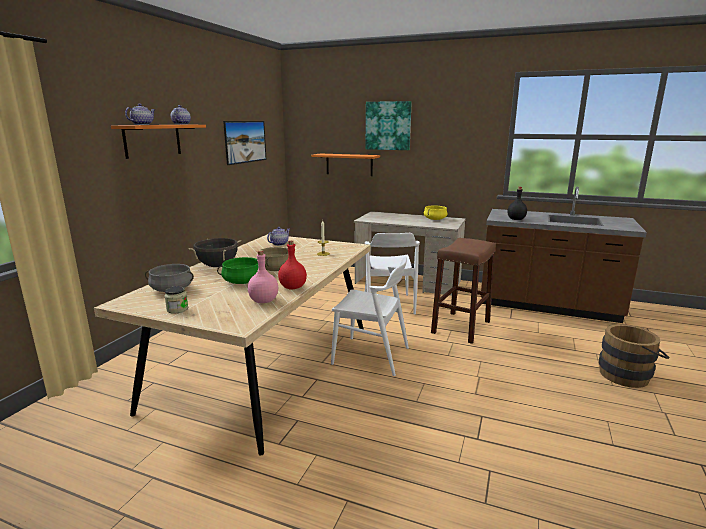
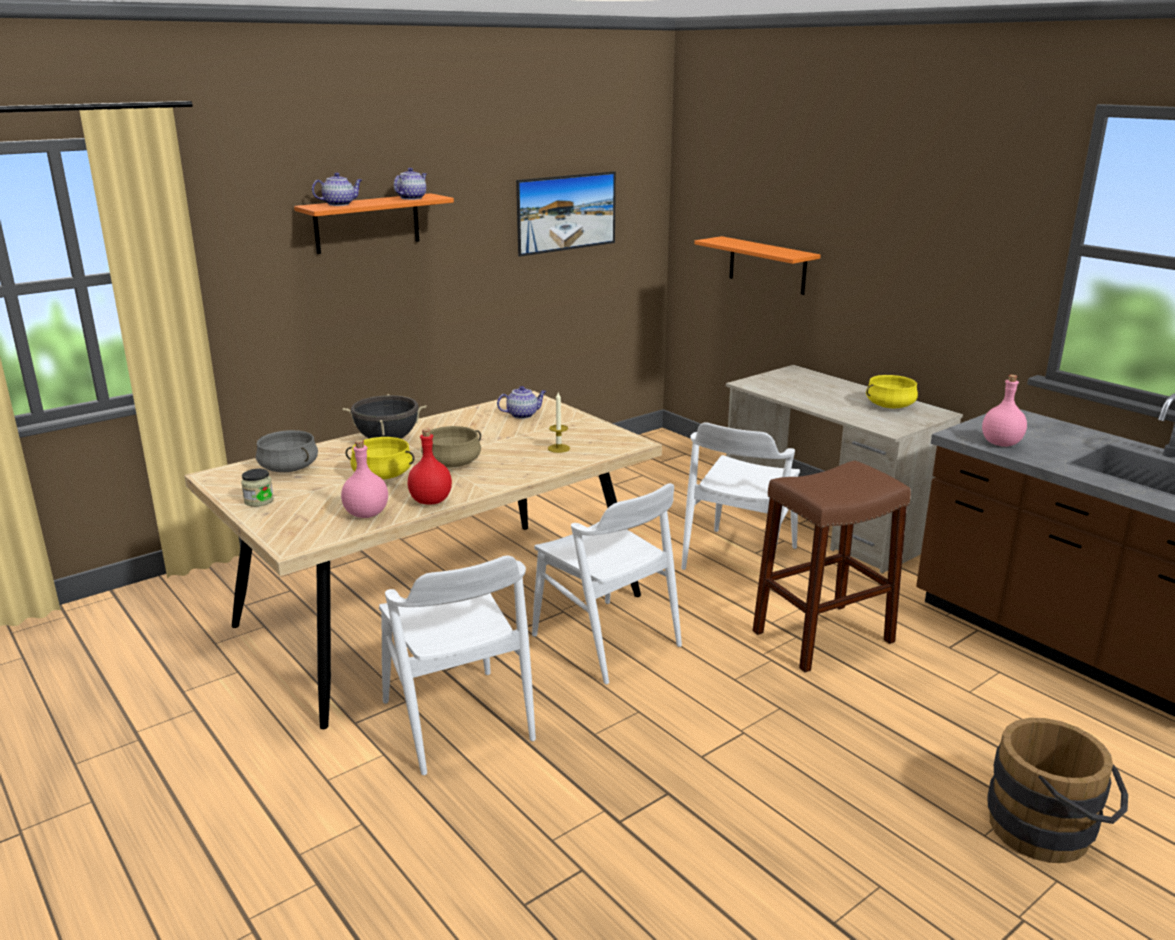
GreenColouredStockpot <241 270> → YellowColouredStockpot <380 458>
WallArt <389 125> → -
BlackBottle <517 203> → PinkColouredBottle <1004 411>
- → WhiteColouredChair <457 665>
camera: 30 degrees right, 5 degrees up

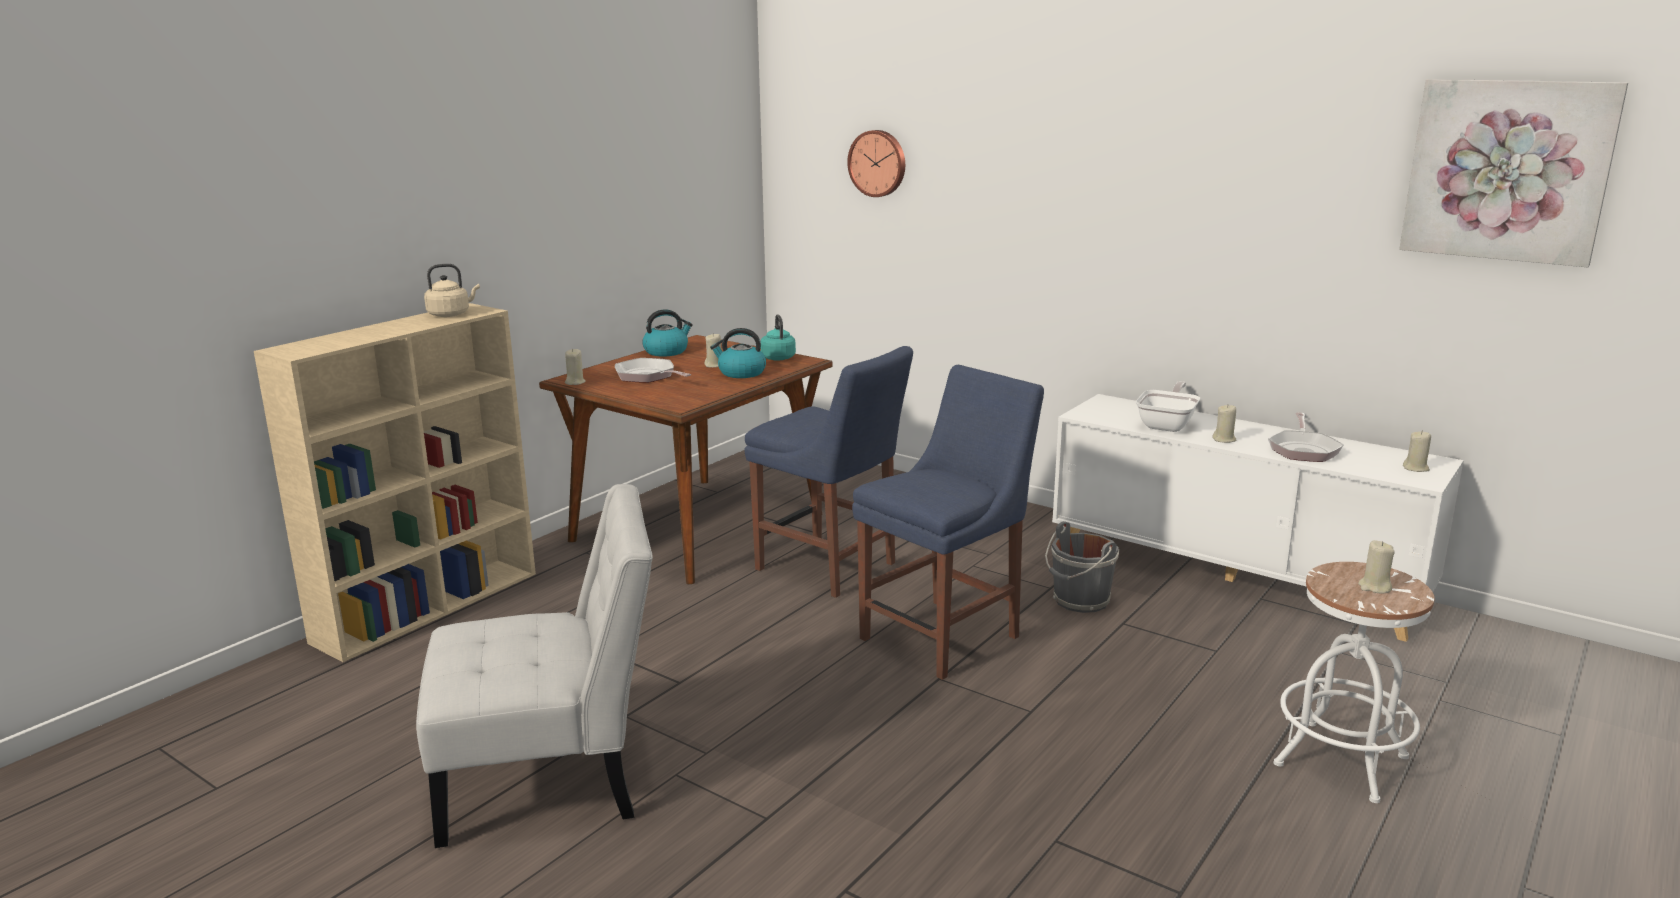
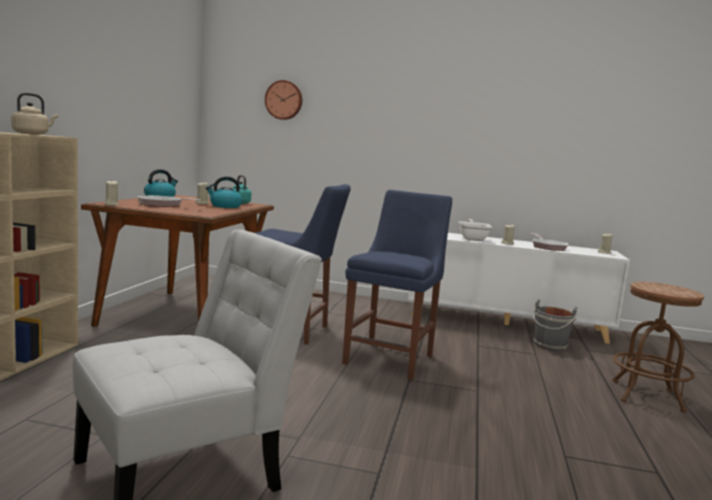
GreyPail <1082 567> → GreyPail <555 325>, move
WhiteColouredSittingStool <1354 682> → BrownishSittingStool <658 347>
BeigeWaxLight <1376 566> → -
WallArt <1513 173> → -
camera: 25 degrees left, 10 degrees down

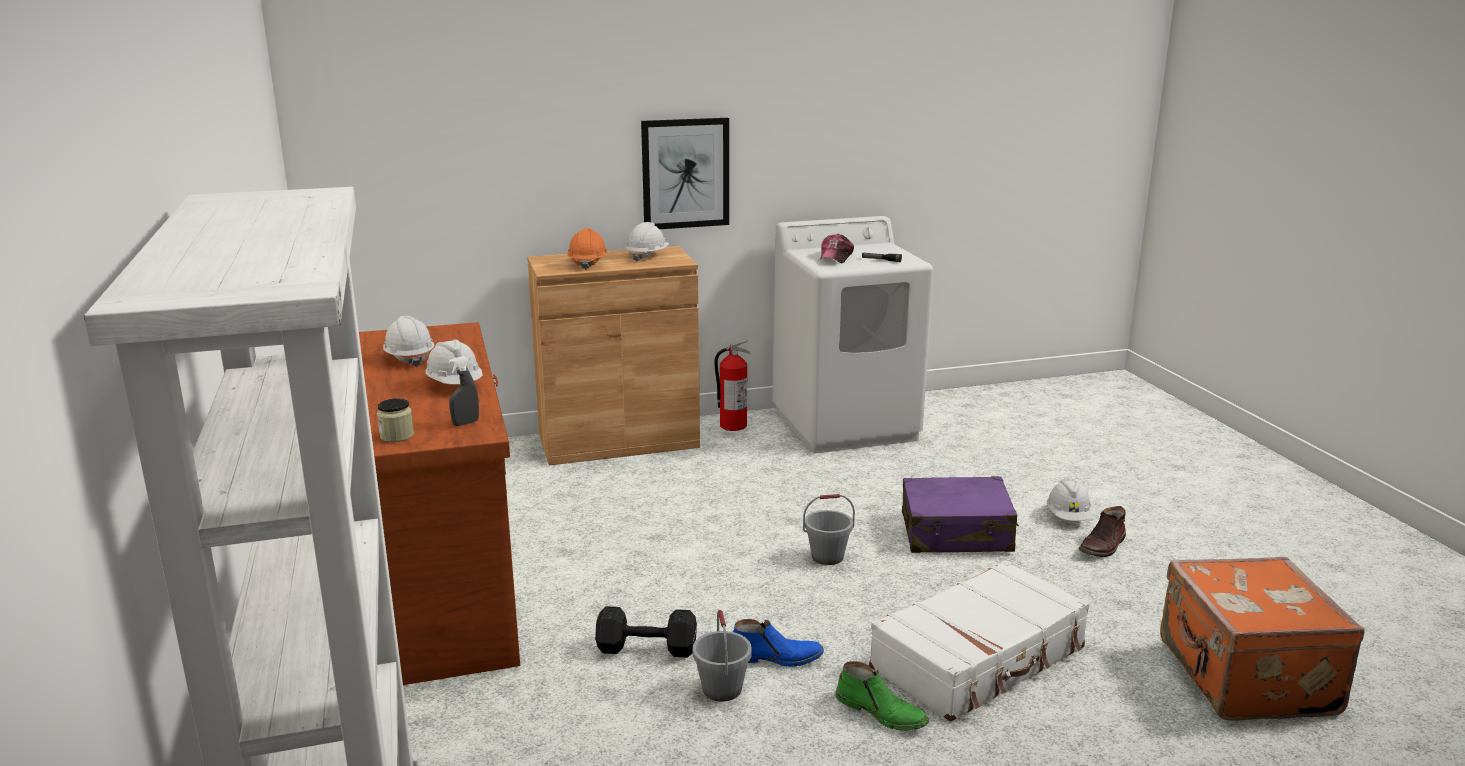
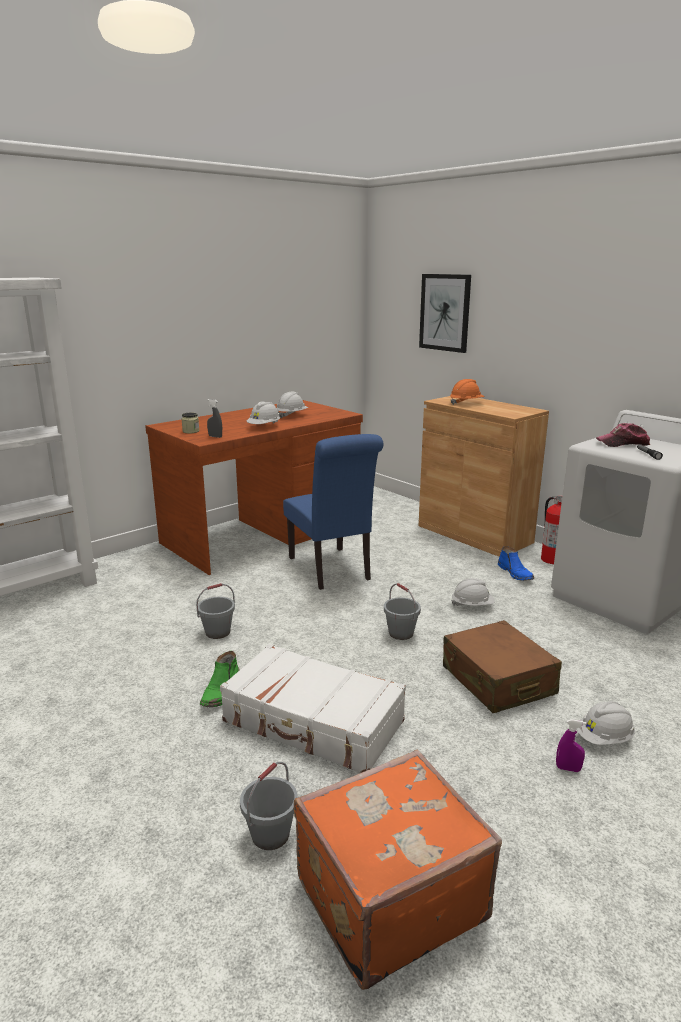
BlackDumbbell <646 632> → -
WhiteColouredHardHat <647 242> → WhiteColouredHardHat <473 592>, move
WallArt <685 173> → WallArt <445 313>, move
BluishHighTopBoot <778 643> → BluishHighTopBoot <516 563>, move
PurpleColouredSuitcase <960 514> → BrownishSuitcase <502 666>
BrownishHighTopBoot <1102 531> → PurpleColouredSprayBottle <571 745>
- → GreyPail <269 806>
- → BluishChair <333 512>
camera: 65 degrees right, 0 degrees up

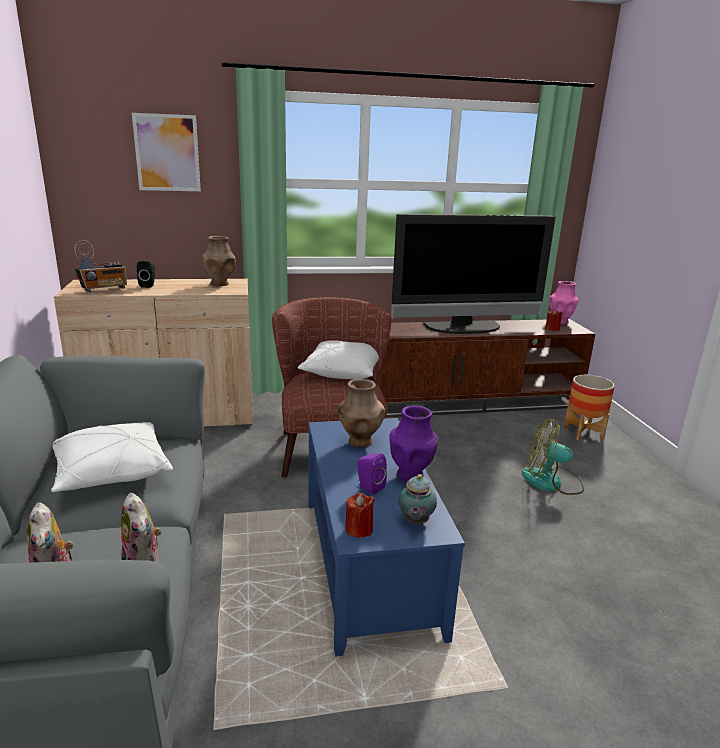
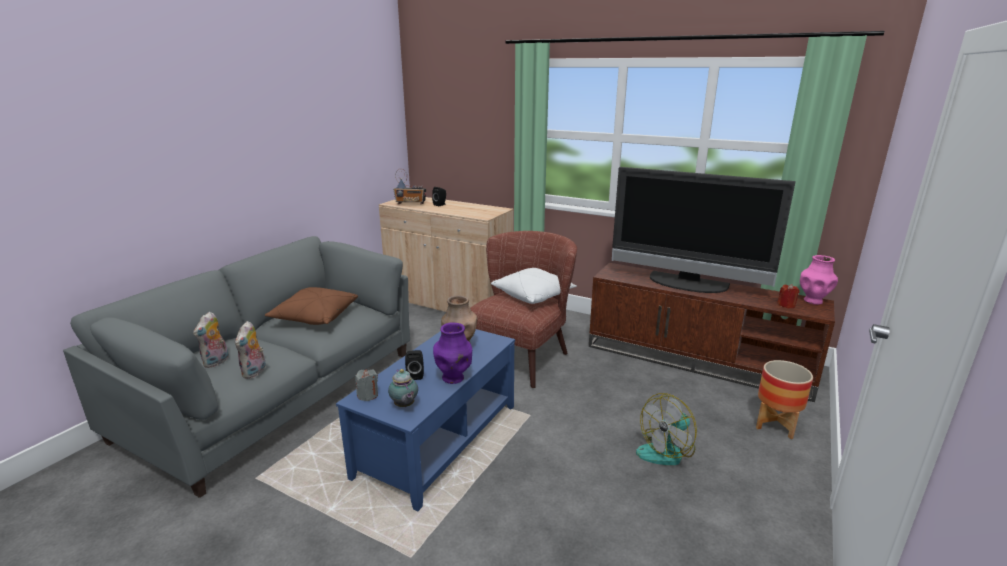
WhiteColouredThrowPillow <112 457> → BrownishThrowPillow <311 306>
WallArt <166 152> → -
BrownishVase <219 261> → -
RedWaxLight <359 515> → GreyWaxLight <366 385>
PurpleColouredSpeaker <372 474> → BlackSpeaker <414 365>
Teapot <418 499> → Teapot <403 388>, 75 degrees counterclockwise
Fan <553 457> → Fan <666 429>, 90 degrees counterclockwise
camera: 40 degrees right, 0 degrees up

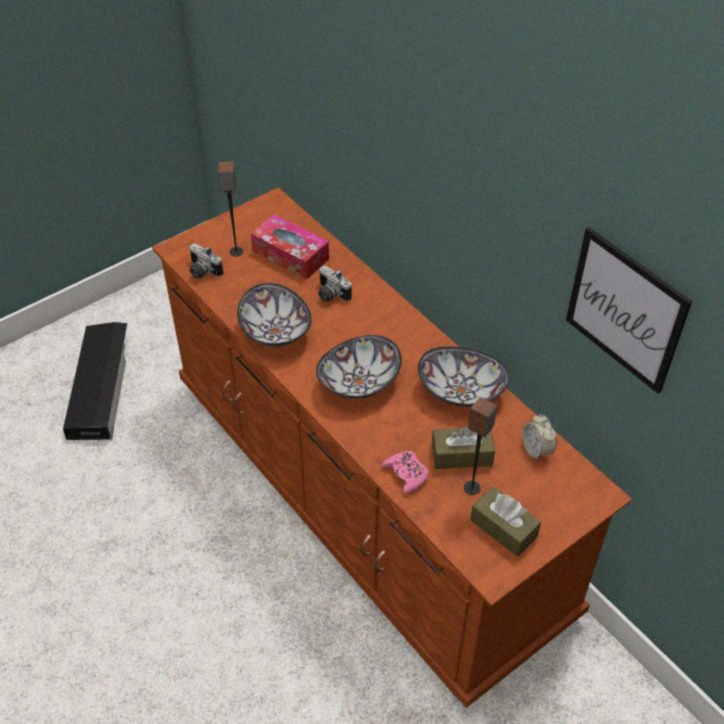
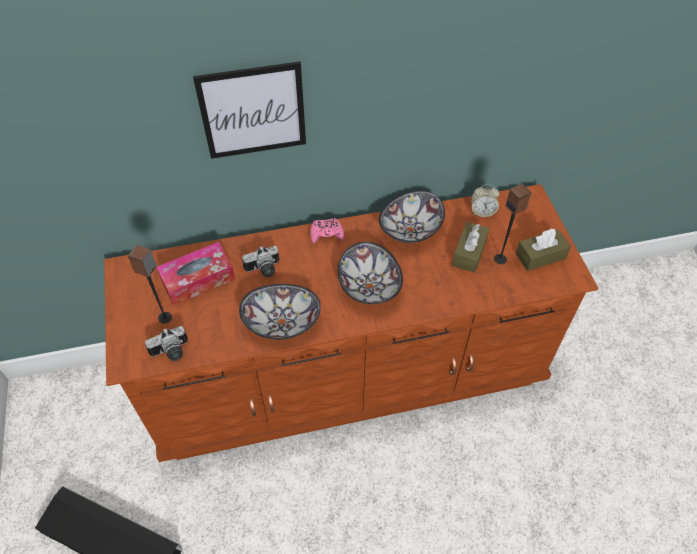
PinkColouredGameController <405 472> → PinkColouredGameController <327 230>, move
WallArt <629 310> → WallArt <249 110>, move
camera: 65 degrees left, 5 degrees up

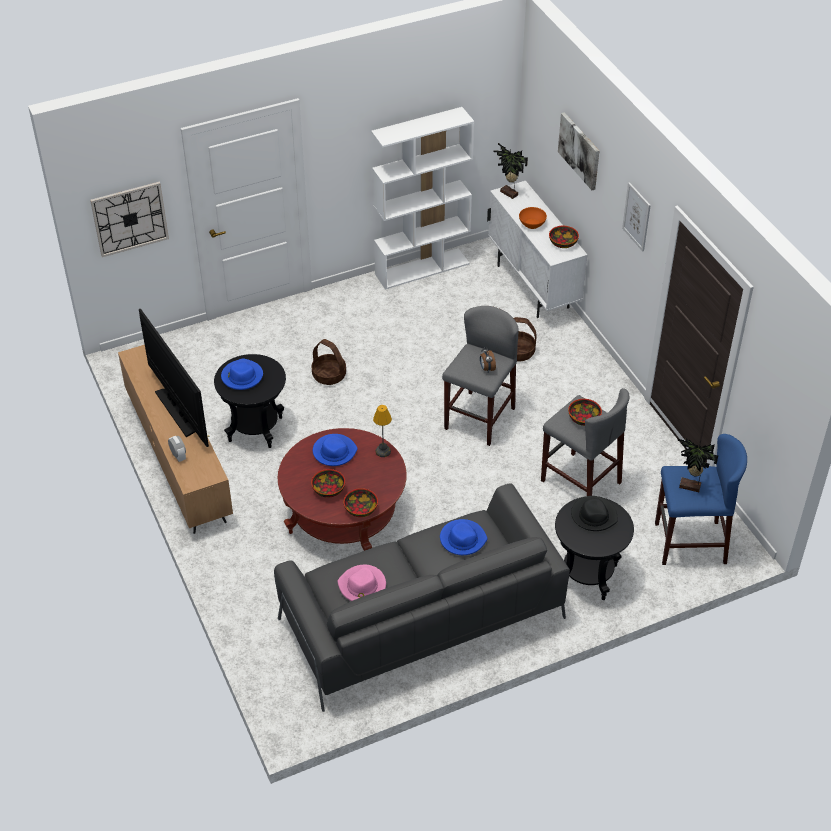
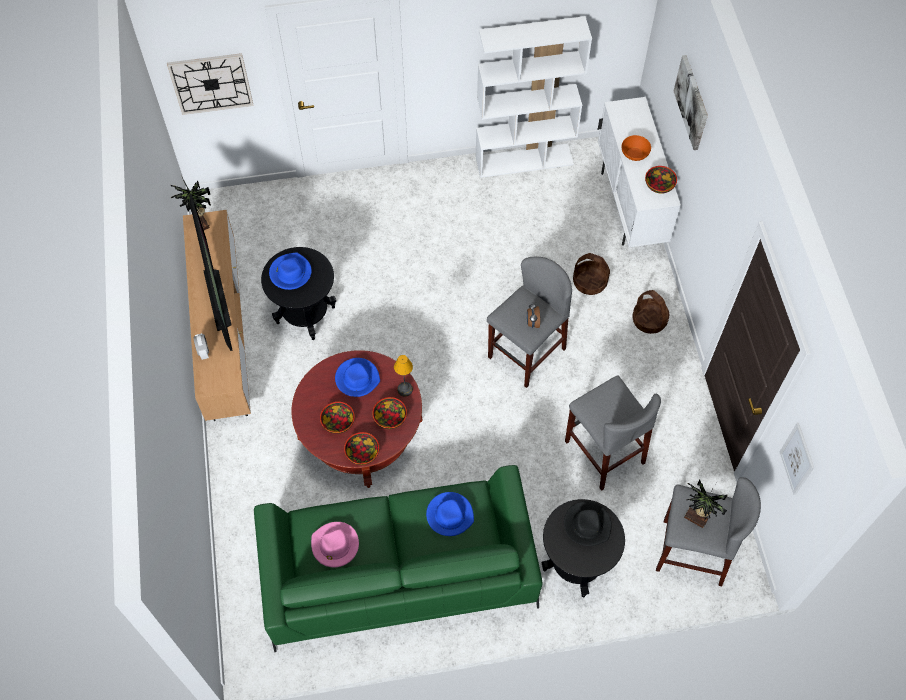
GreyCouch <422 597> → GreenColouredCouch <398 558>
StorageBasket <329 362> → StorageBasket <650 312>, move
PlantInAPot <510 171> → PlantInAPot <191 203>, move
DeepDish <585 412> → DeepDish <389 413>, move
WallArt <636 217> → WallArt <797 459>, move
BluishSittingStool <701 499> → GreySittingStool <708 531>
camera: 15 degrees right, 15 degrees up

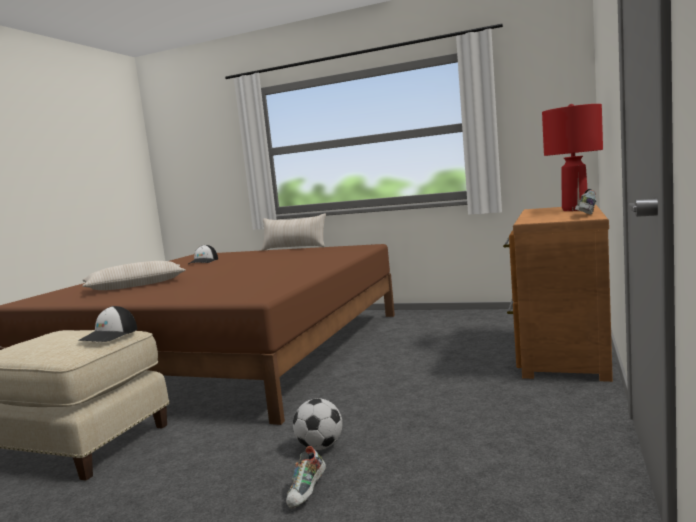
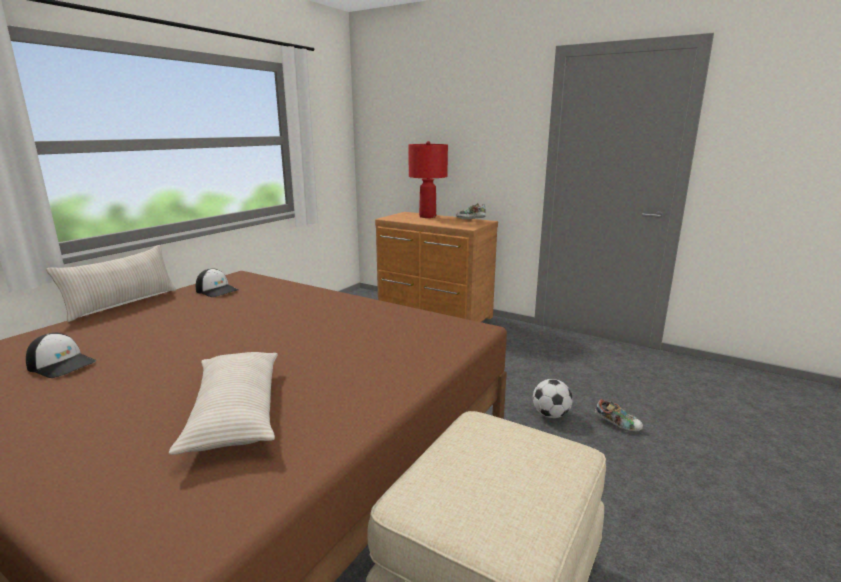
Cap <107 324> → Cap <217 283>, move
camera: 80 degrees left, 10 degrees up

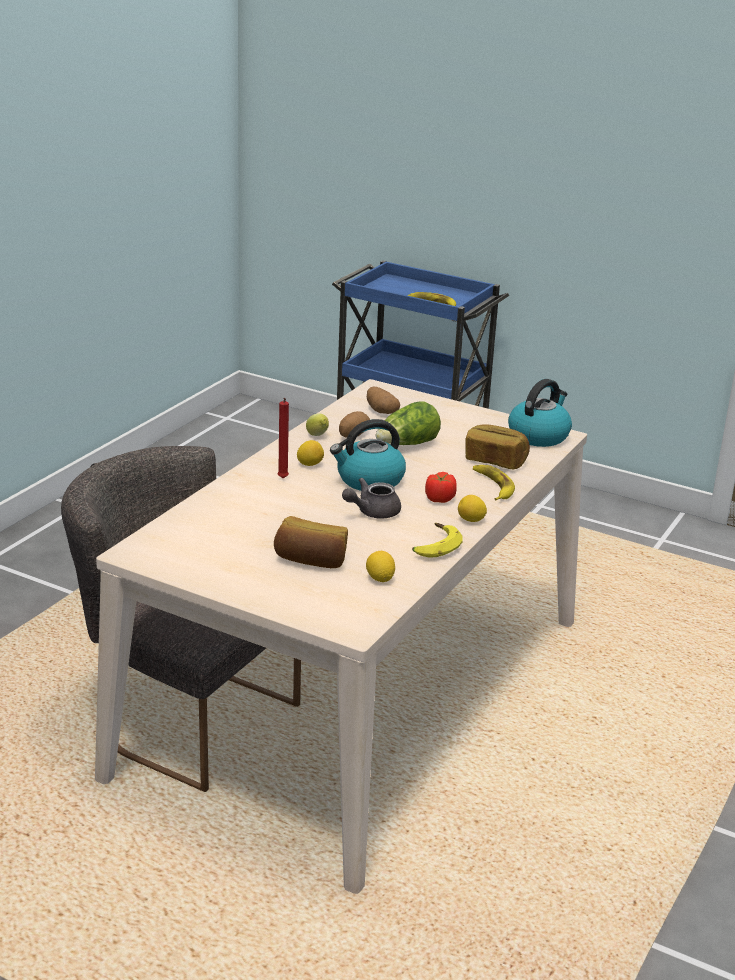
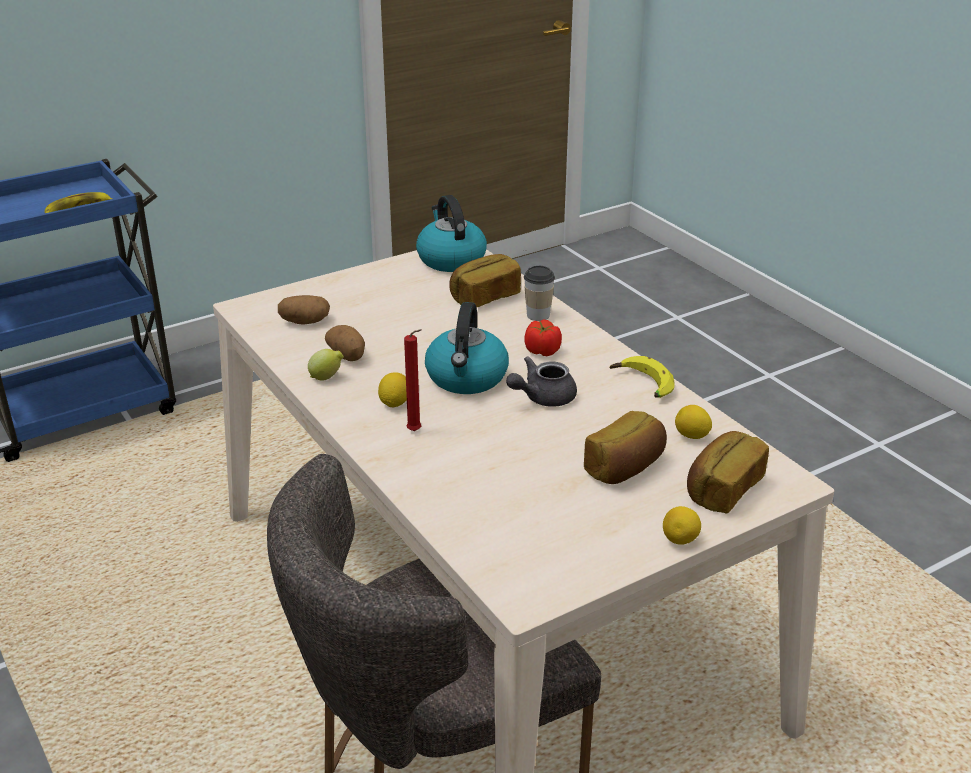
GreyTeapot <371 498> → GreyTeapot <541 381>, 60 degrees clockwise
HeadOfLettuce <408 423> → -
WholeLemon <472 508> → WholeLemon <682 525>, move
WholeBanana <494 482> → DrinkingCup <539 293>
- → BakedBread <728 472>
camera: 60 degrees left, 5 degrees up

